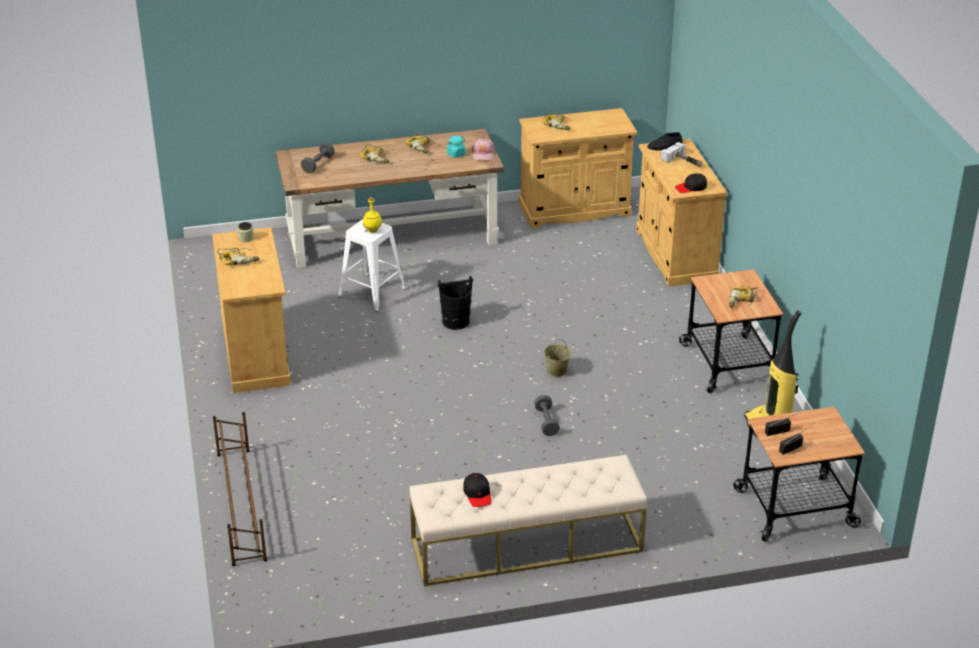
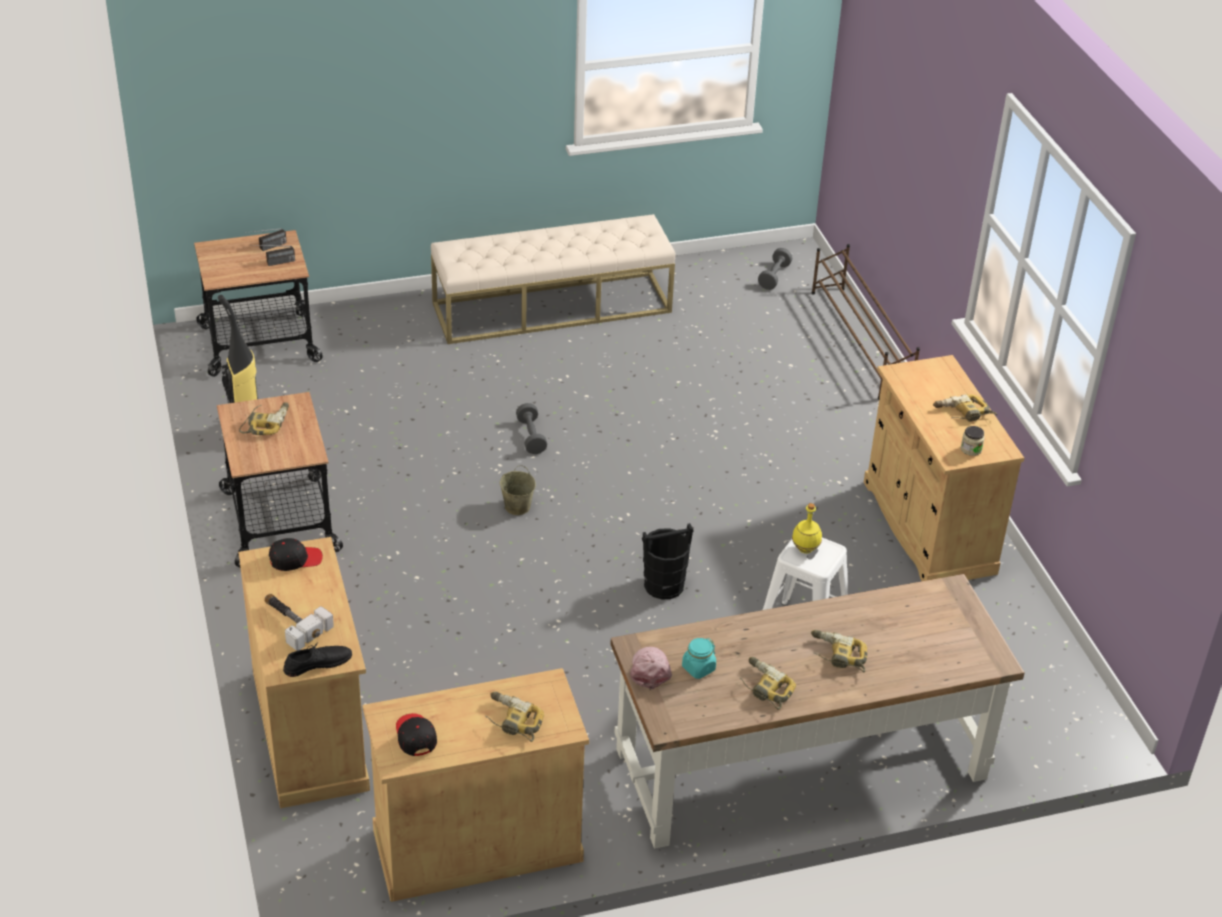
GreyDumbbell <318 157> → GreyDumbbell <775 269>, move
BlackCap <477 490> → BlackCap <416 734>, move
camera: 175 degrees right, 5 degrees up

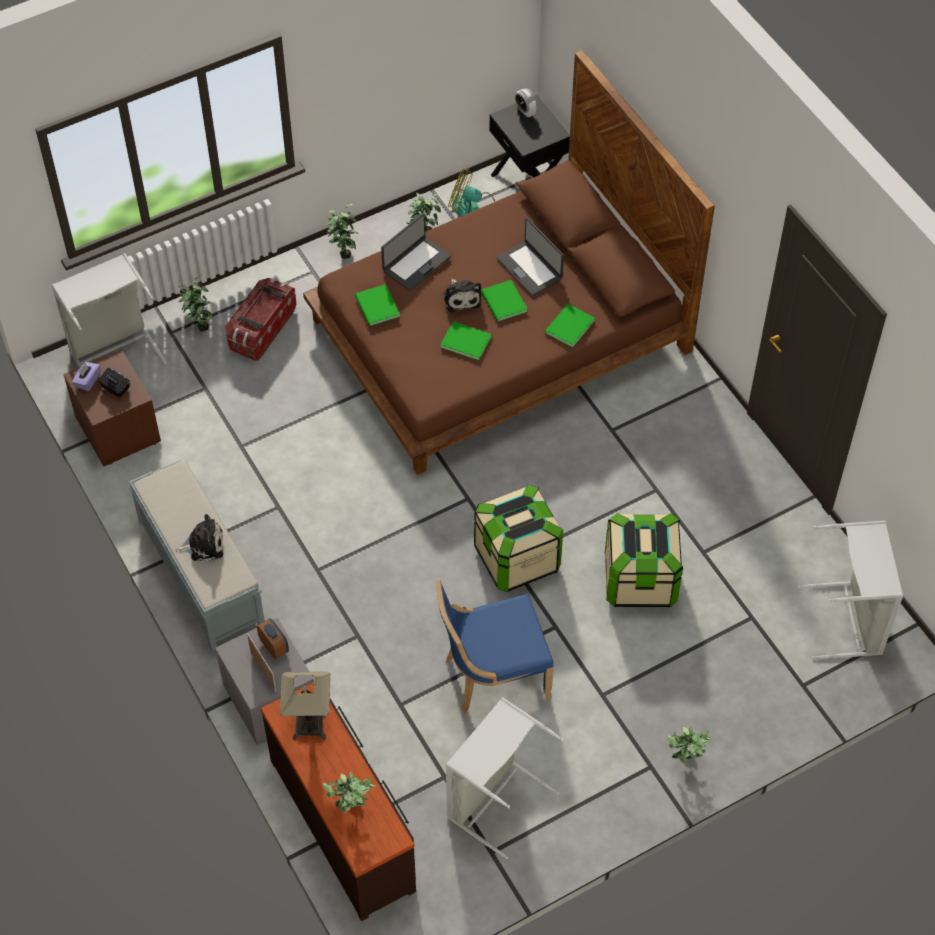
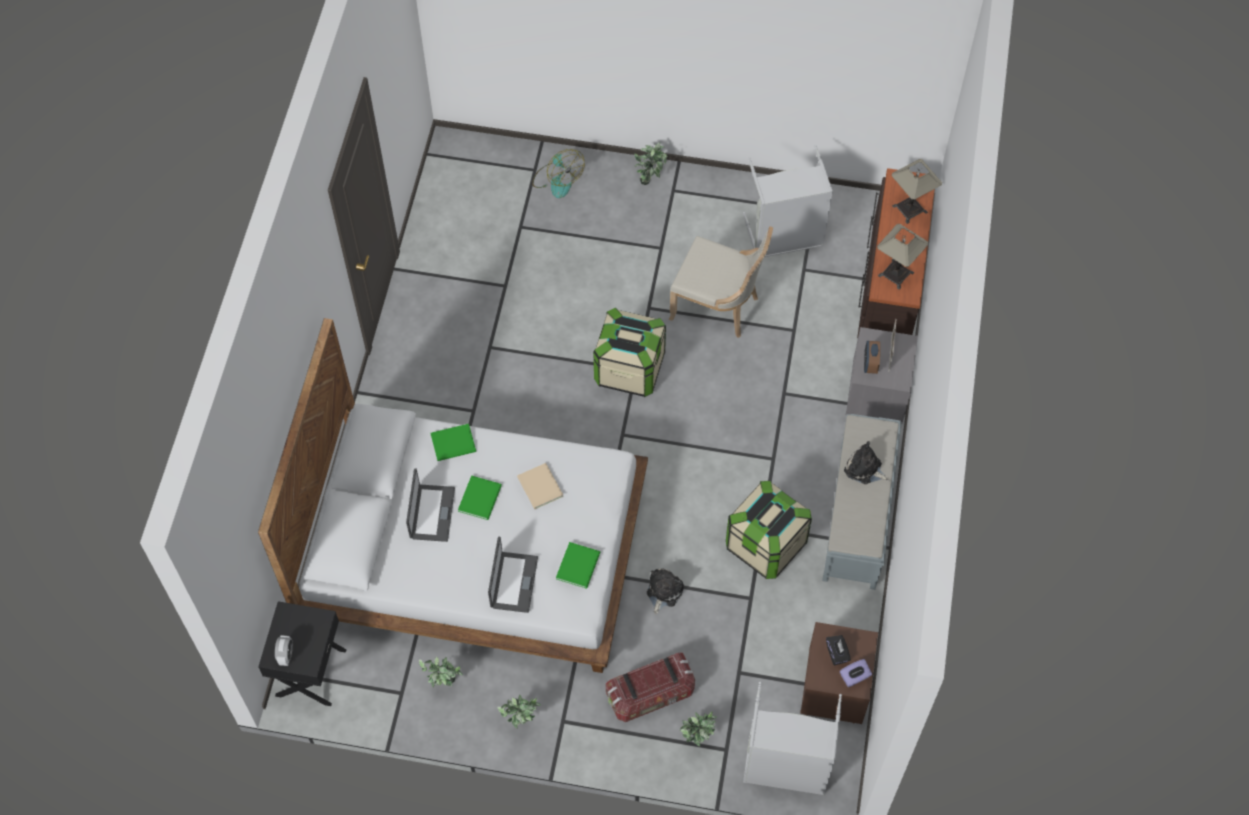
BrownishBed <509 262> → WhiteColouredBed <453 495>
PlantInAPot <349 792> → TableLamp <917 191>
PortableComputer <416 252> → PortableComputer <513 575>, 105 degrees clockwise
BluishChair <495 646> → BeigeChair <720 282>
GreenColouredBook <466 341> → BeigeBook <540 486>
CuddlyToy <462 295> → CuddlyToy <665 591>, move
Fan <471 192> → Fan <558 173>, move
StorageContainer <644 560> → StorageContainer <769 530>, move
GreyWashingBasket <850 590> → -
camera: 140 degrees left, 5 degrees up

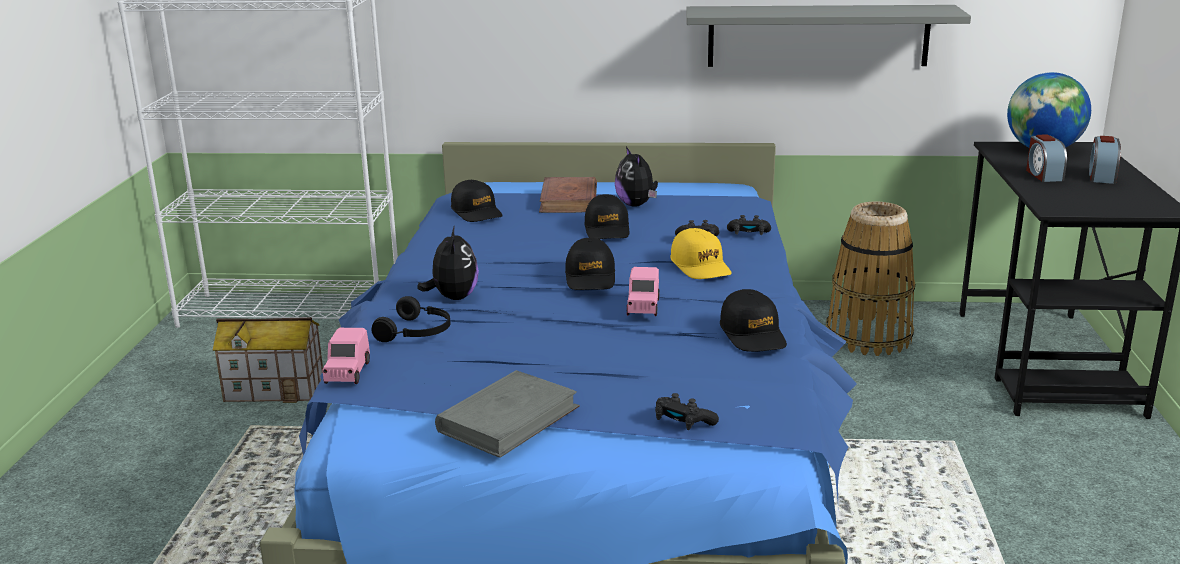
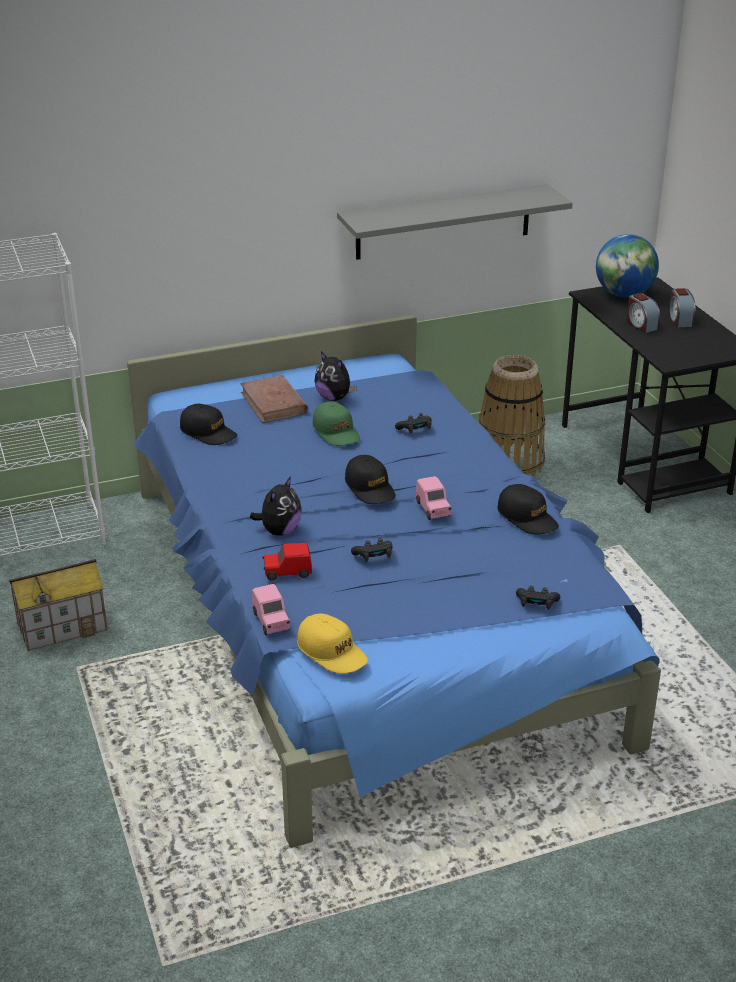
BlackHeadset <411 319> → RedToyCar <287 561>
CuddlyToy <448 262> → CuddlyToy <276 506>, 60 degrees clockwise
GreyBook <507 414> → -
BlackCap <606 216> → GreenColouredCap <336 423>
YellowColouredCap <701 253> → YellowColouredCap <332 643>, move
BlackGameController <749 225> → BlackGameController <371 550>, move
camera: 25 degrees left, 10 degrees up

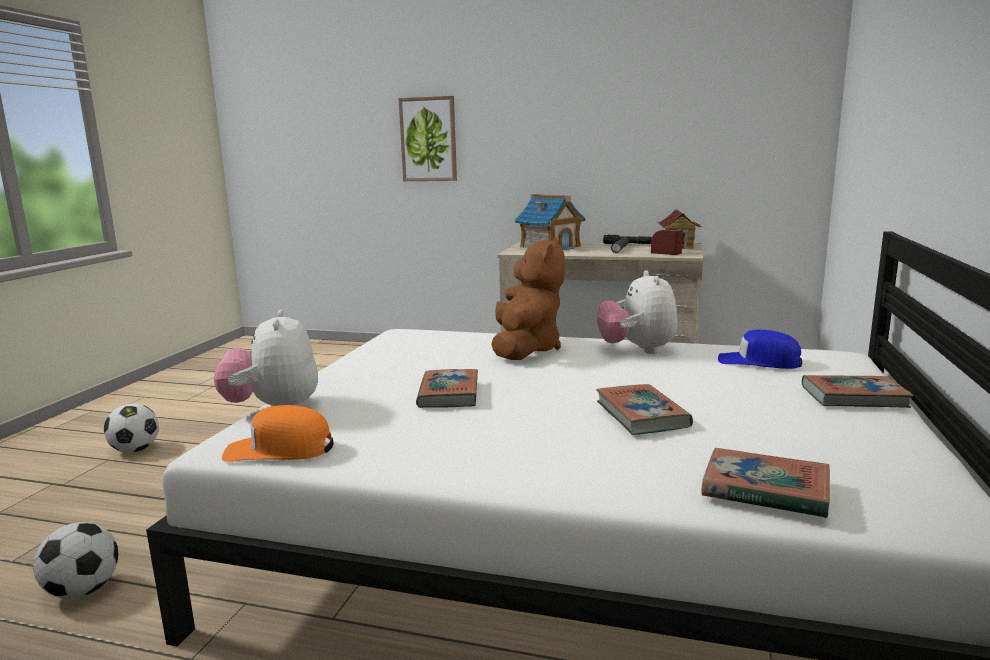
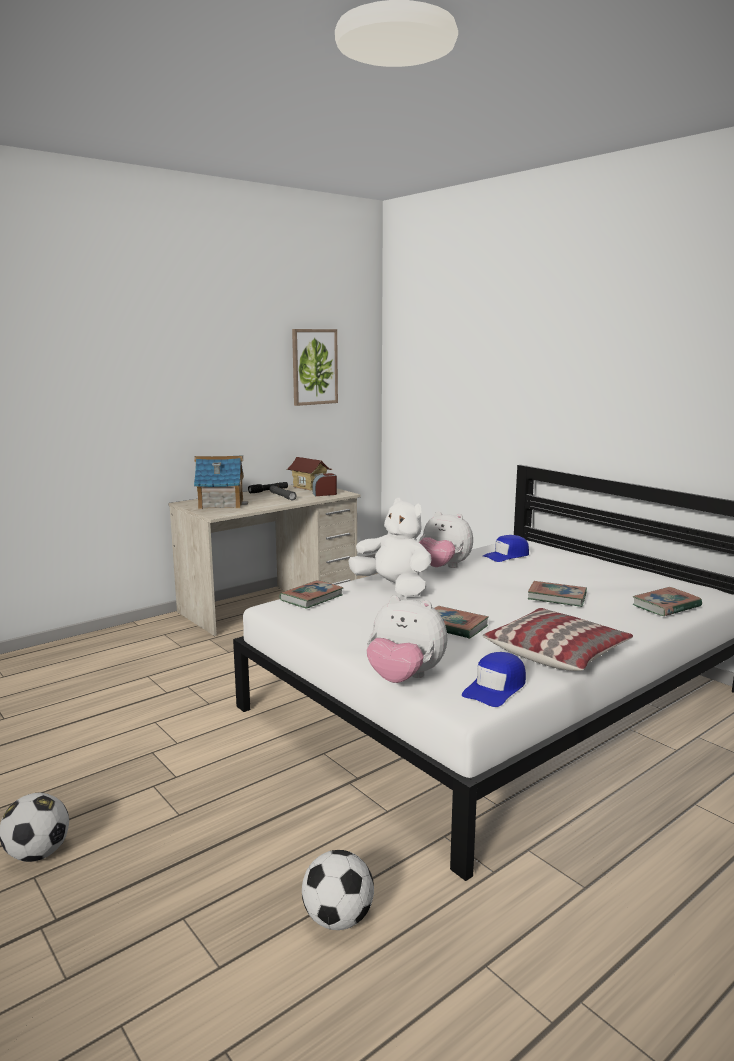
OrangeCap <278 433> → BluishCap <494 679>
WallArt <427 138> → WallArt <315 367>, move
BrownishCuddlyToy <528 298> → WhiteColouredCuddlyToy <389 547>
Book <858 391> → Book <311 594>, move
- → ThrowPillow <558 639>
camera: 55 degrees left, 0 degrees up

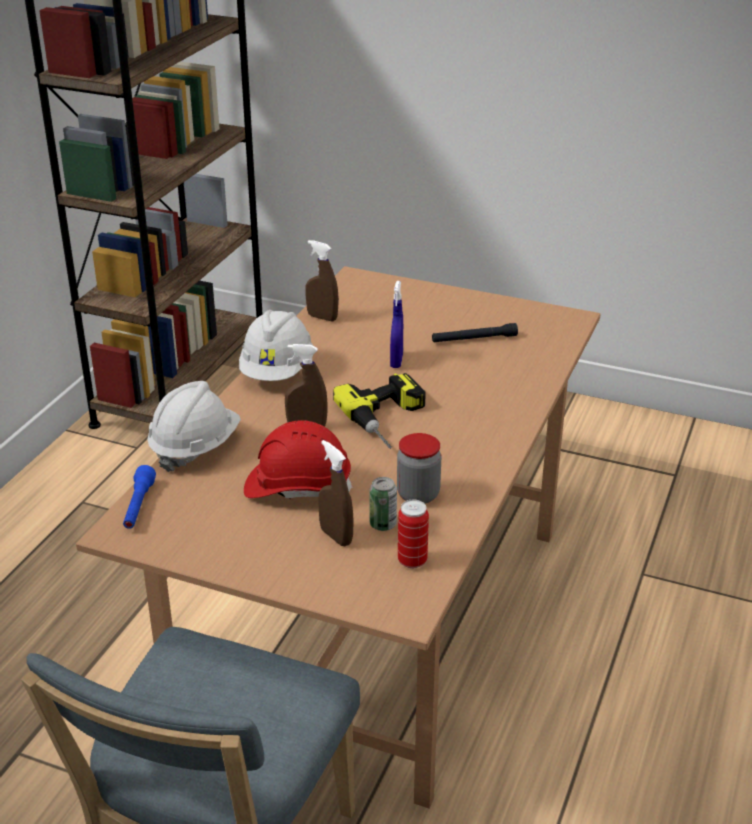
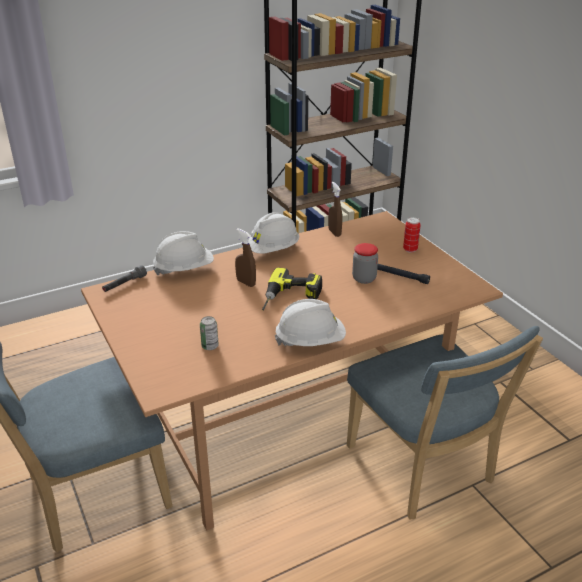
BluishFlashlight <139 497> → GreyFlashlight <124 278>
RedHardHat <298 459> → -
BrownishSprayBottle <336 493> → -
BluishSprayBottle <396 324> → -
Jar <419 468> → Jar <365 263>, move
MetalCan <413 534> → MetalCan <412 235>, move
- → WhiteColouredHardHat <310 322>
- → BluishChair <445 423>
camera: 40 degrees right, 0 degrees up

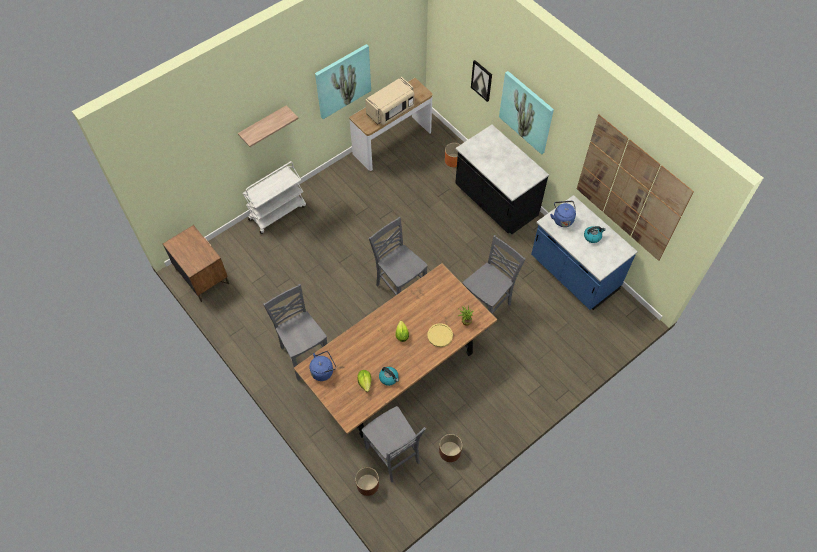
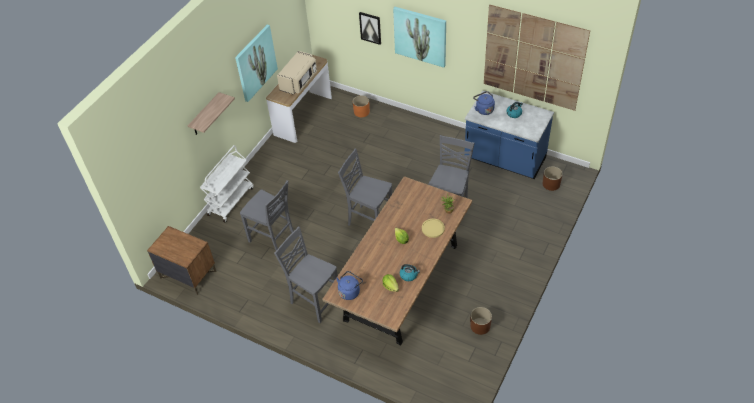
BrownishFlowerPot <367 481> → BrownishFlowerPot <553 178>, move
GreyChair <394 444> → GreyChair <267 215>, move
BlackCounter <502 179> → -
camera: 20 degrees left, 10 degrees down

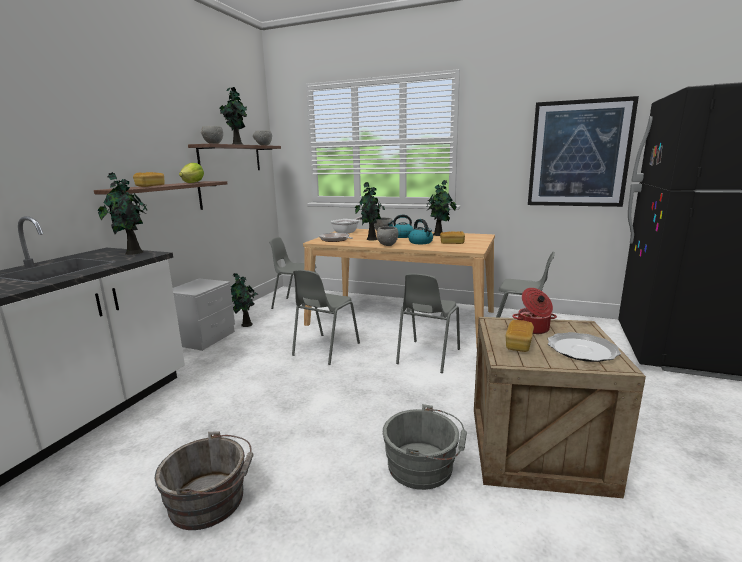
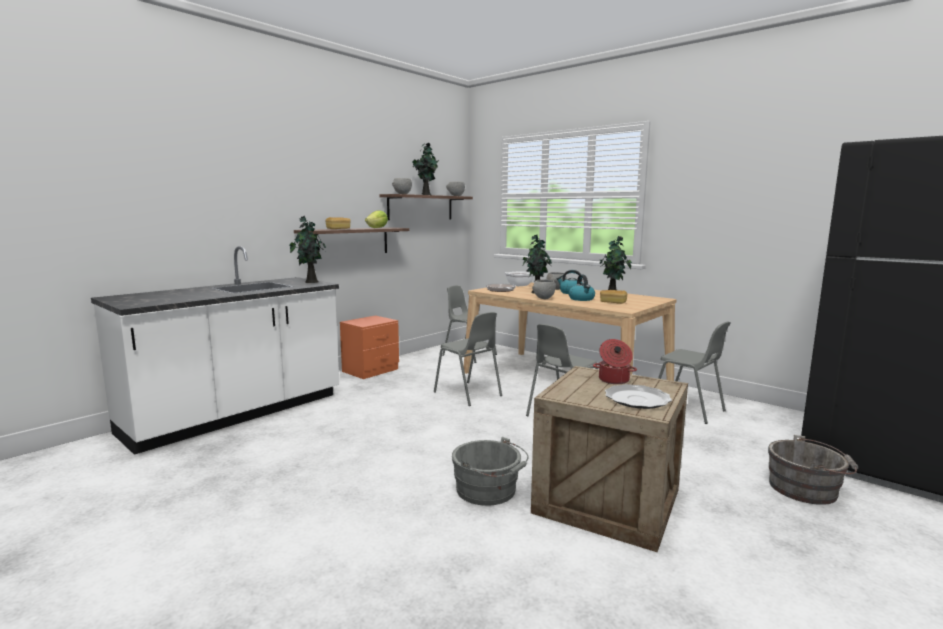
GreyPail <204 480> → GreyPail <813 470>, move
GreyBedsideTable <204 314> → OrangeBedsideTable <369 347>
PlantInAPot <245 300> → -
GreyChair <326 317> → GreyChair <468 359>, 90 degrees counterclockwise
BakedBread <520 336> → -
WallArt <583 151> → -
camera: 20 degrees right, 5 degrees down

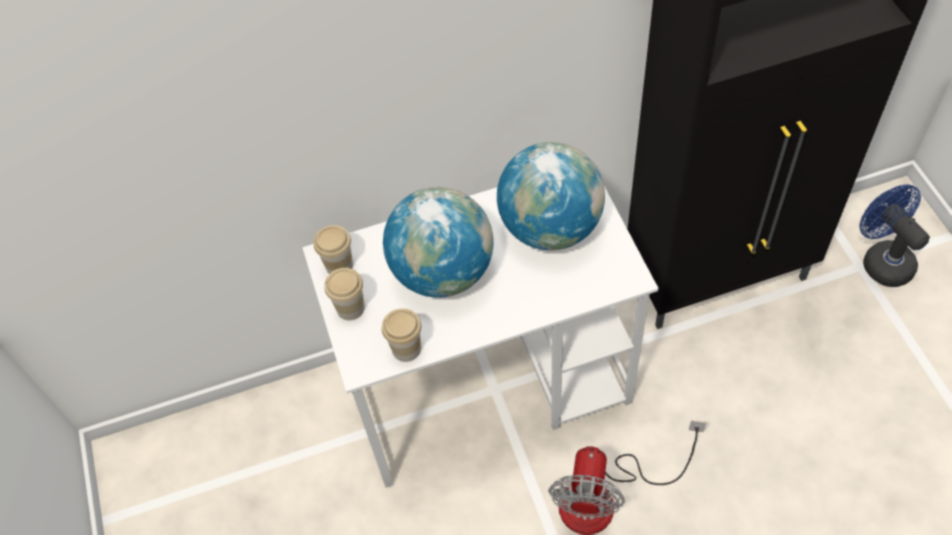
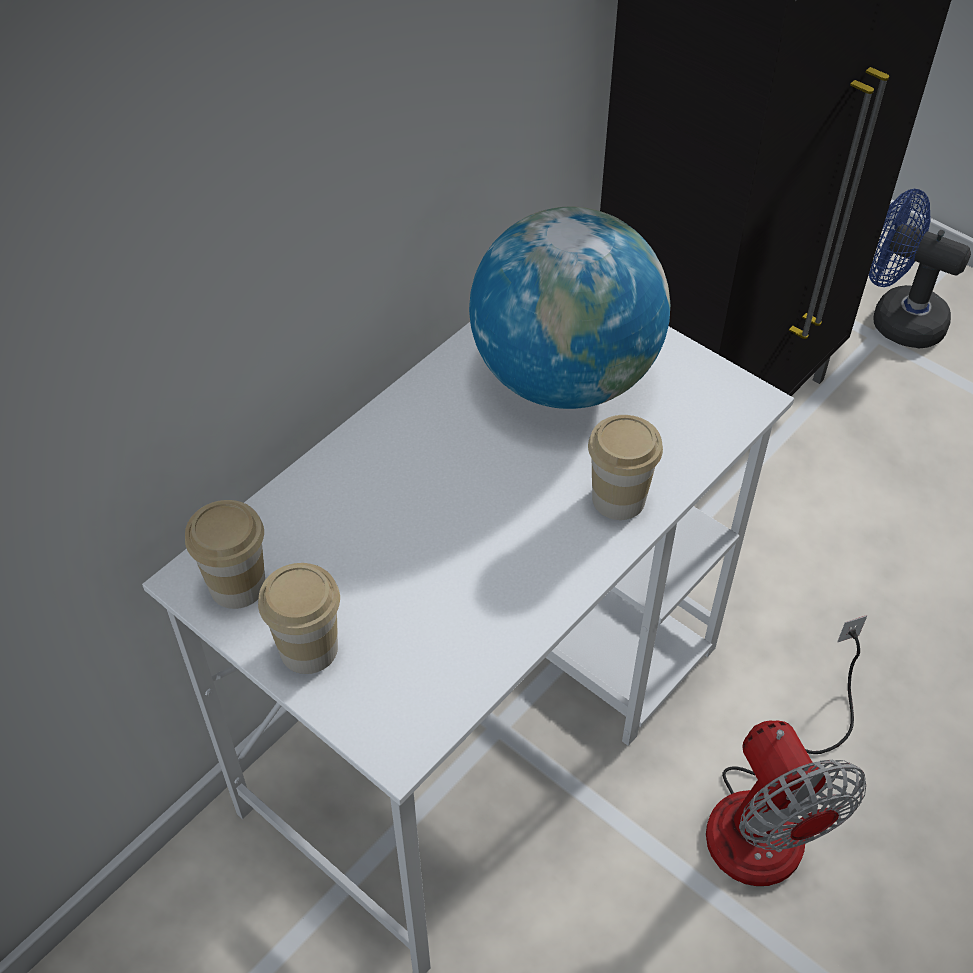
DrinkingCup <401 335> → DrinkingCup <625 467>, move
WorldGlobe <438 242> → -
camera: 35 degrees left, 5 degrees down

